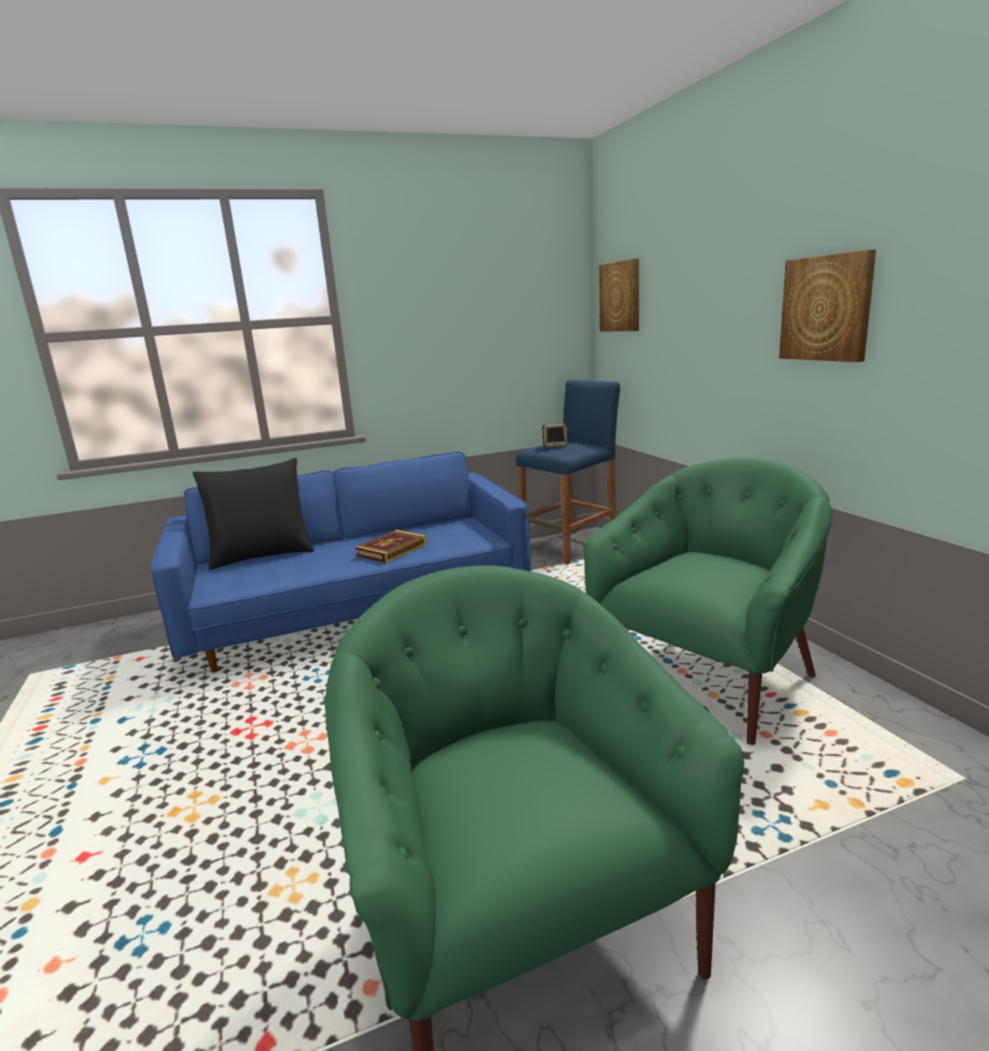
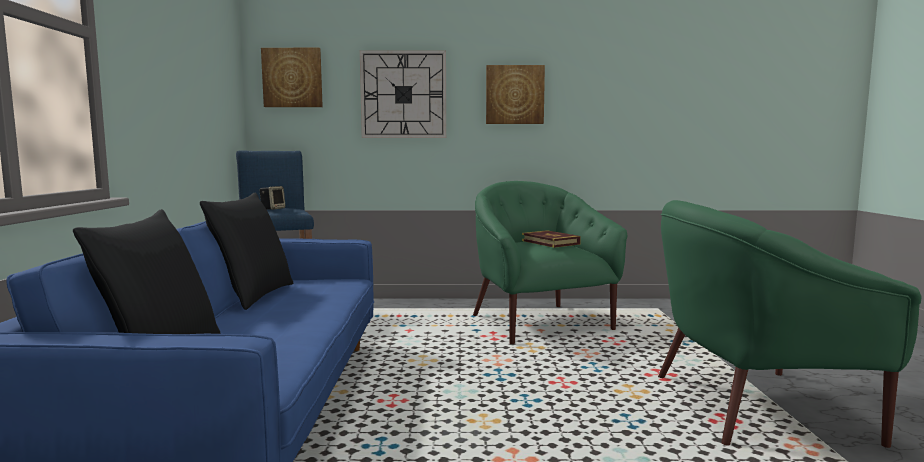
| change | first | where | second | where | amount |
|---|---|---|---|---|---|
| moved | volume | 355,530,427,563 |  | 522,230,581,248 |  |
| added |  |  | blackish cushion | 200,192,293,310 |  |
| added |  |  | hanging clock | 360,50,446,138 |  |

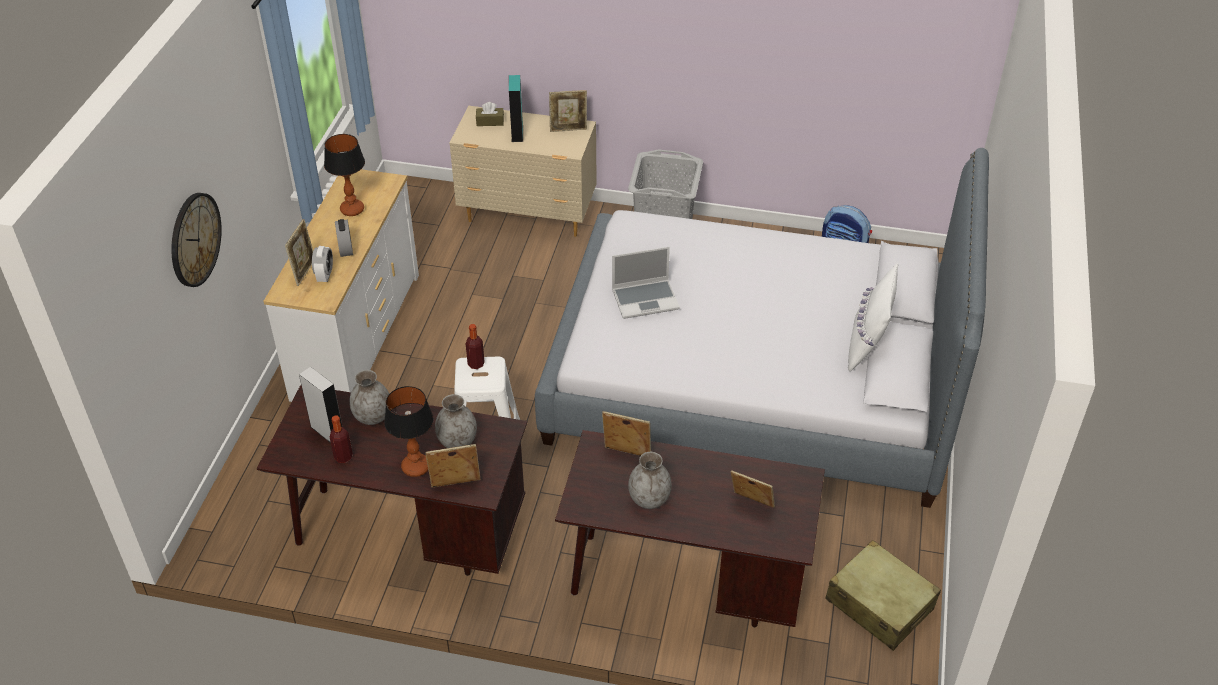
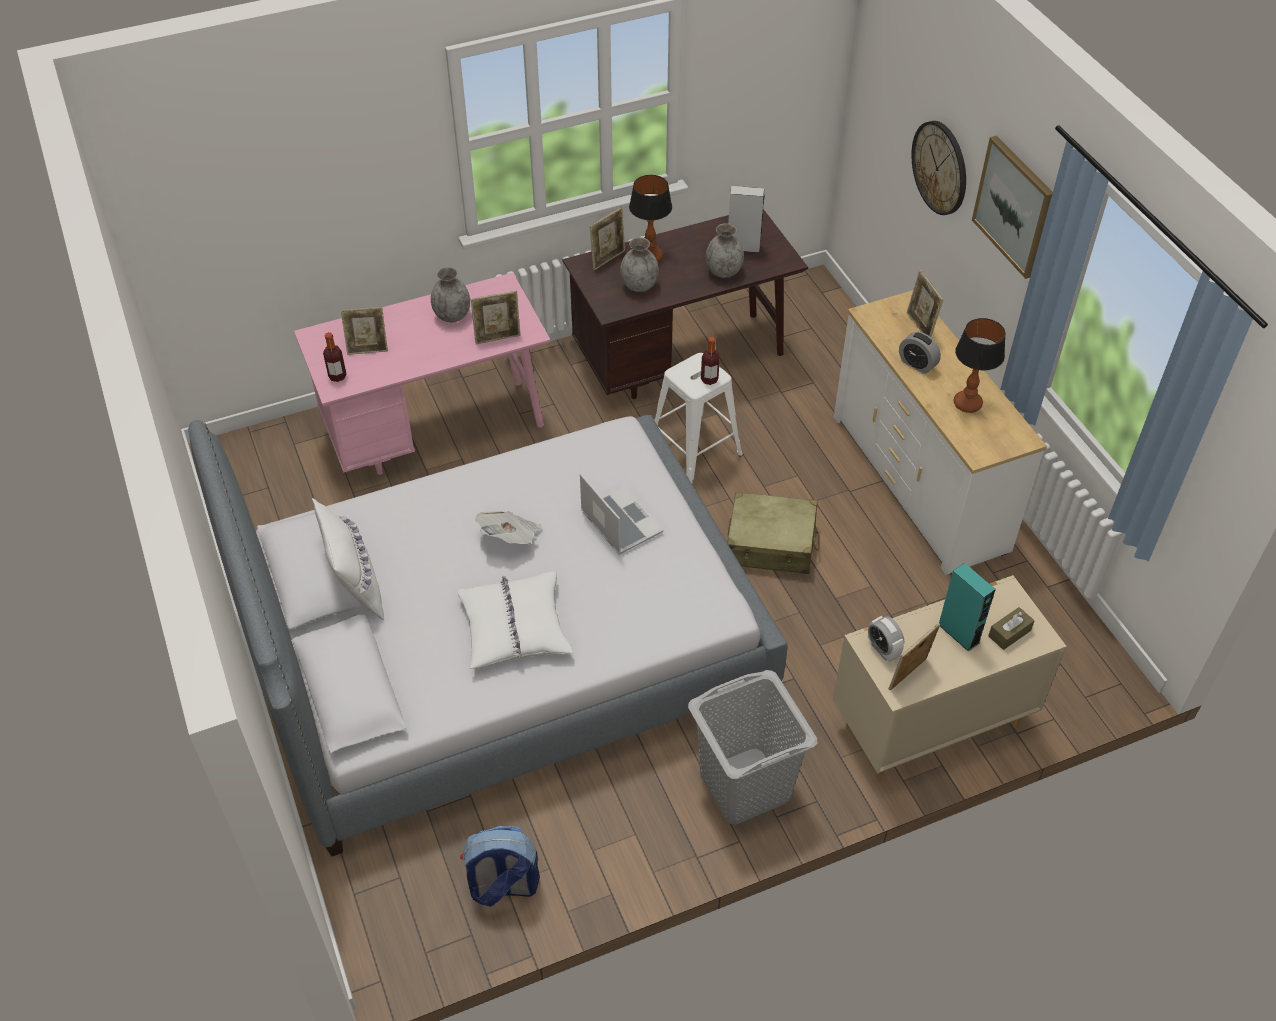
| change | first | where | second | where | amount |
|---|---|---|---|---|---|
| moved | table clock | 312,246,333,282 |  | 868,616,904,662 |  |
| moved | bottle | 330,415,353,463 |  | 323,332,347,382 |  |
| recoloured | brown desk table | 555,430,825,627 | pink-coloured desk table | 294,273,551,475 |  |
| turned | laptop | 612,247,680,319 |  | 580,473,663,555 | 105 degrees clockwise |
| moved | beige-coloured suitcase | 825,540,941,651 |  | 727,492,819,574 |  |
| added |  |  | white cushion | 457,572,573,669 |  |
| added |  |  | daily paper | 475,511,542,544 |  |
| added |  |  | wall art | 972,136,1053,279 |  |

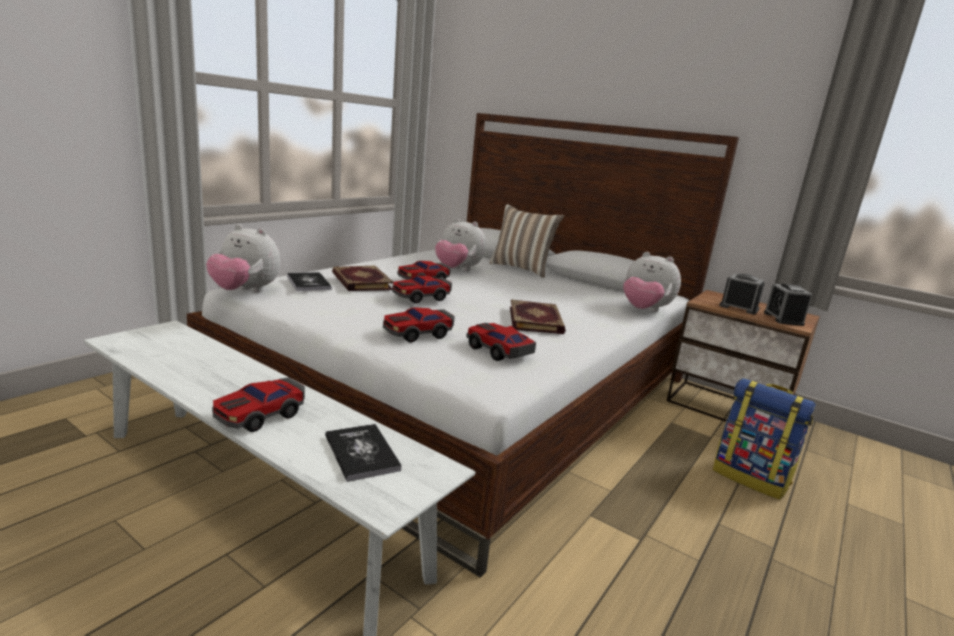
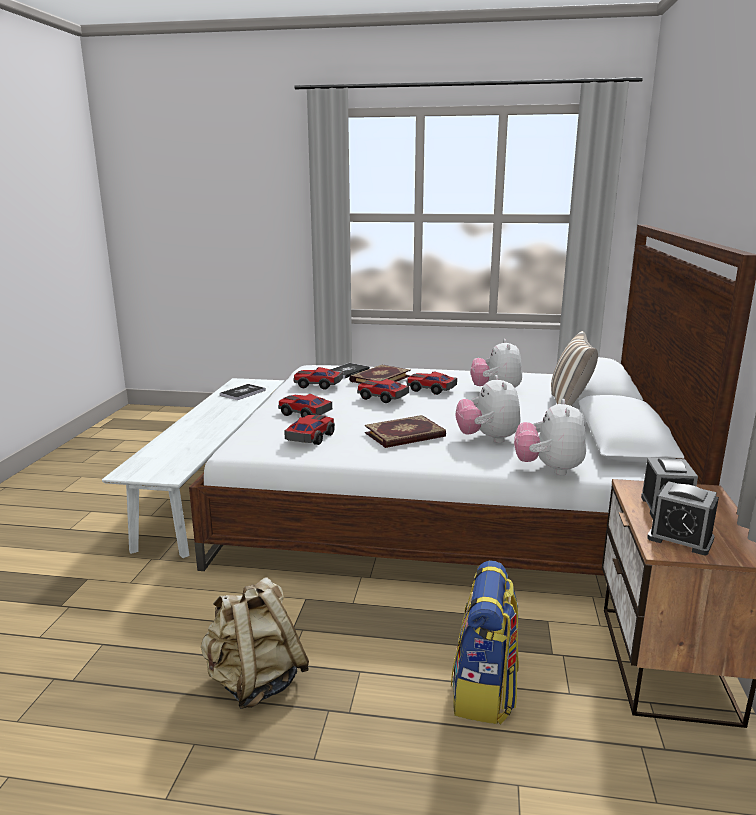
| change | first | where | second | where | amount |
|---|---|---|---|---|---|
| moved | soft toy | 206,224,280,292 |  | 455,375,520,443 |  |
| moved | toy car | 212,377,305,432 |  | 293,367,343,390 |  |
| moved | volume | 325,424,402,482 |  | 220,384,266,400 |  |
| turned | table clock | 764,284,813,326 |  | 647,481,719,555 | 120 degrees counterclockwise |
| added |  |  | beige-coloured knapsack | 201,577,309,709 |  |

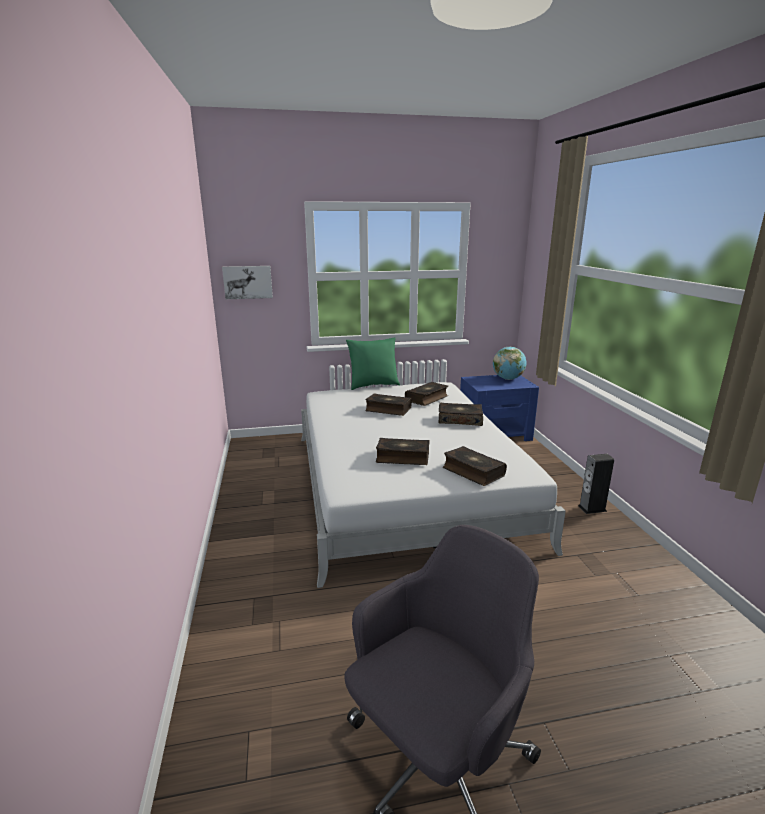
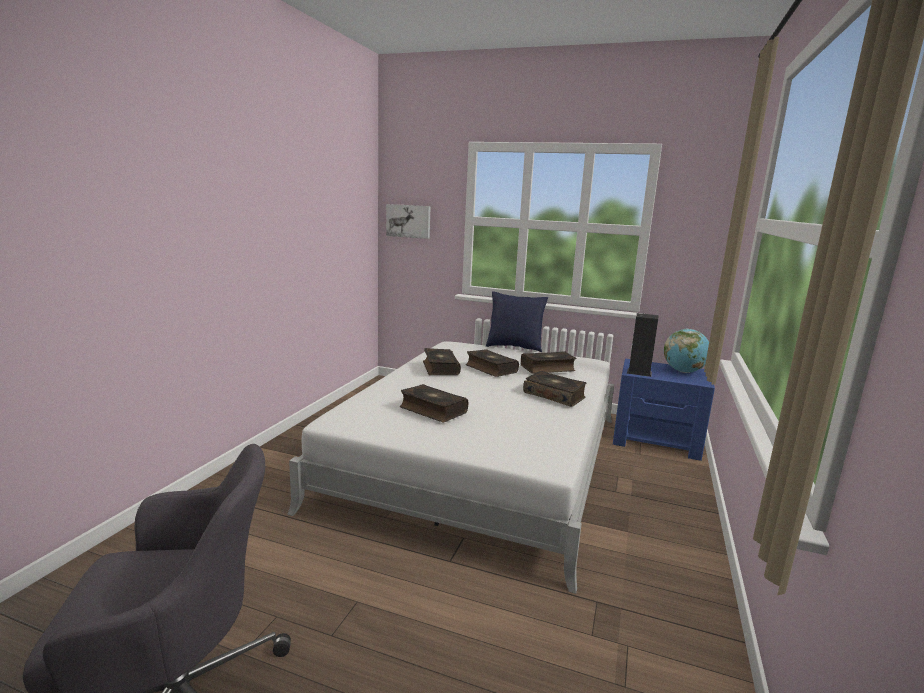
| change | first | where | second | where | amount |
|---|---|---|---|---|---|
| recoloured | green-coloured cushion | 346,338,400,390 | blue cushion | 486,291,548,353 |  |
| moved | volume | 443,446,507,486 |  | 423,348,461,375 |  |
| moved | audio speaker | 578,454,614,514 |  | 627,313,659,377 |  |

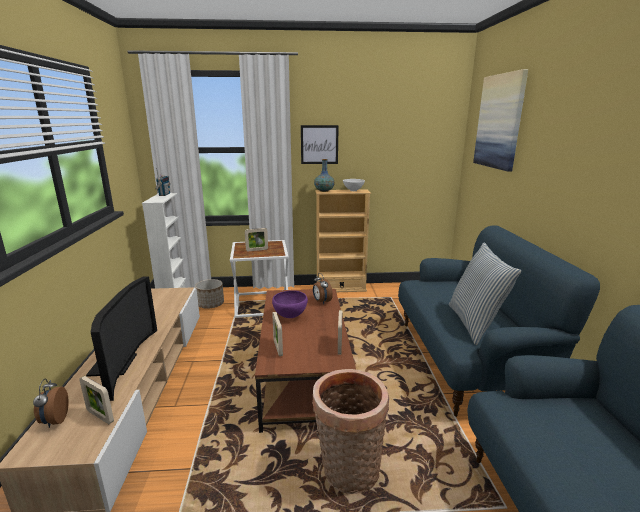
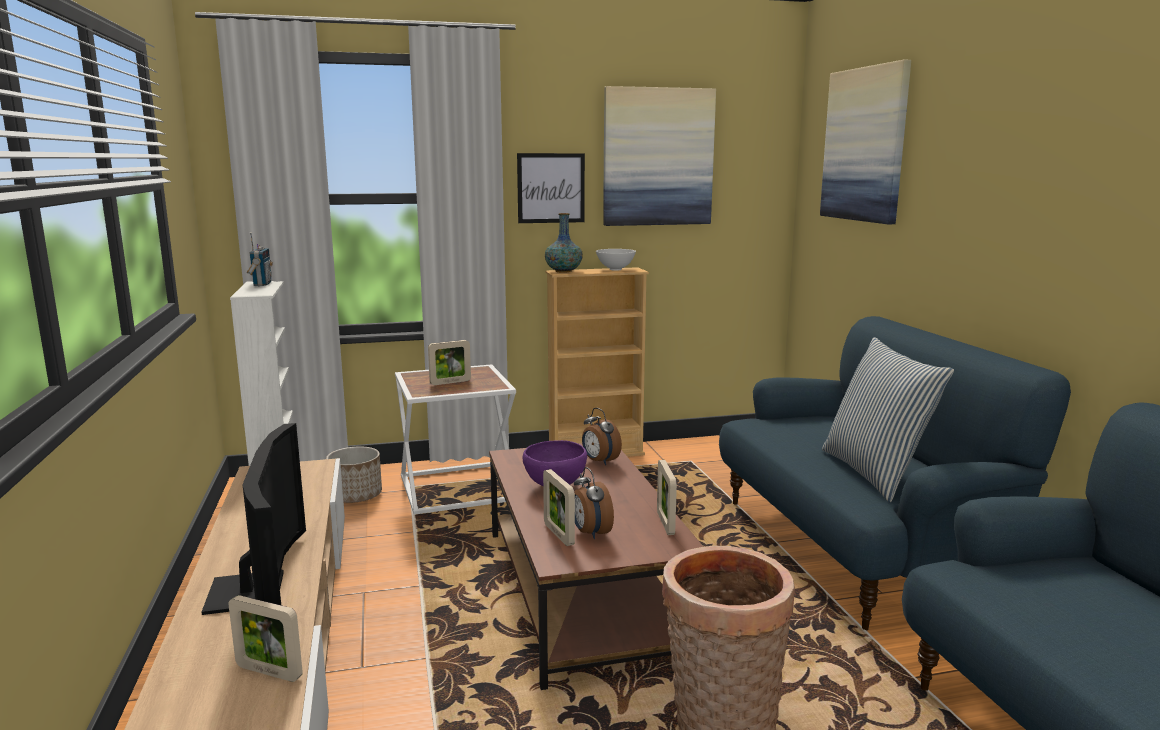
| change | first | where | second | where | amount |
|---|---|---|---|---|---|
| moved | table clock | 33,379,69,428 |  | 574,467,614,539 |  |
| added |  |  | wall art | 603,86,716,226 |  |

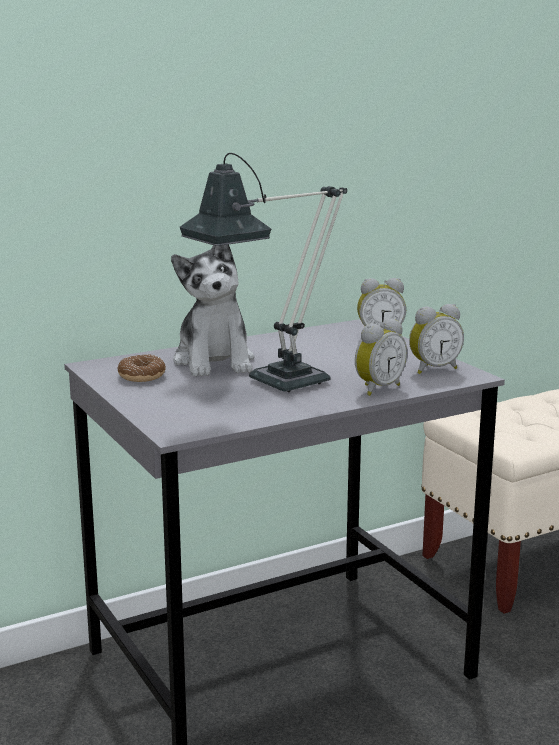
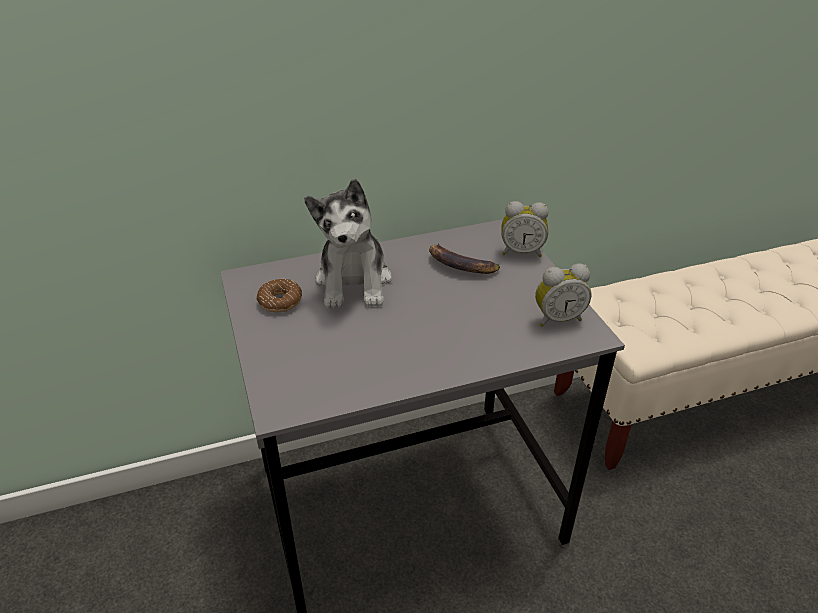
| change | first | where | second | where | amount |
|---|---|---|---|---|---|
| removed | tabletop lamp | 180,153,347,392 |  |  |  |
| removed | table clock | 355,318,407,396 |  |  |  |
| added |  |  | banana | 429,243,500,274 |  |

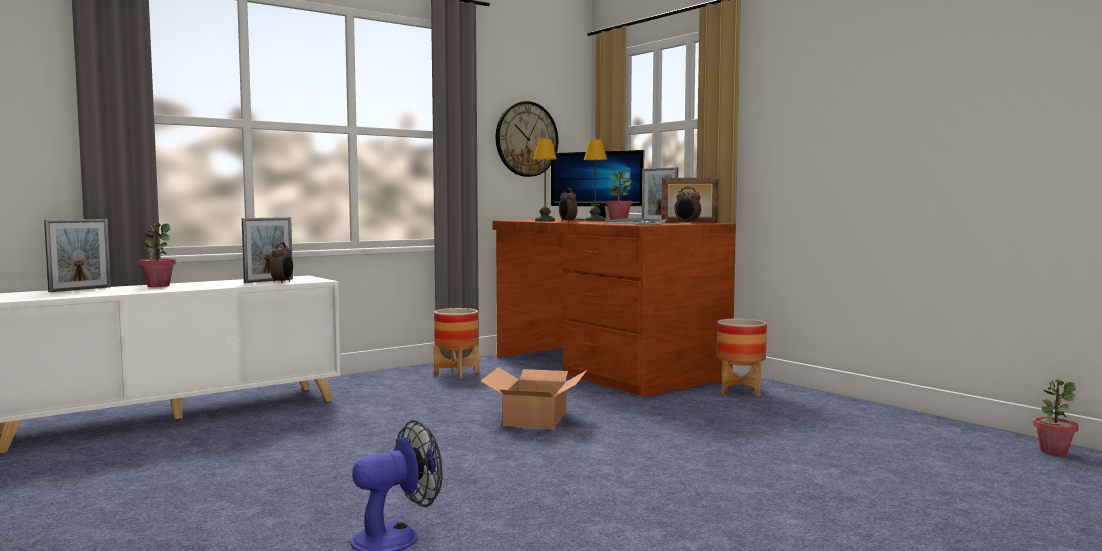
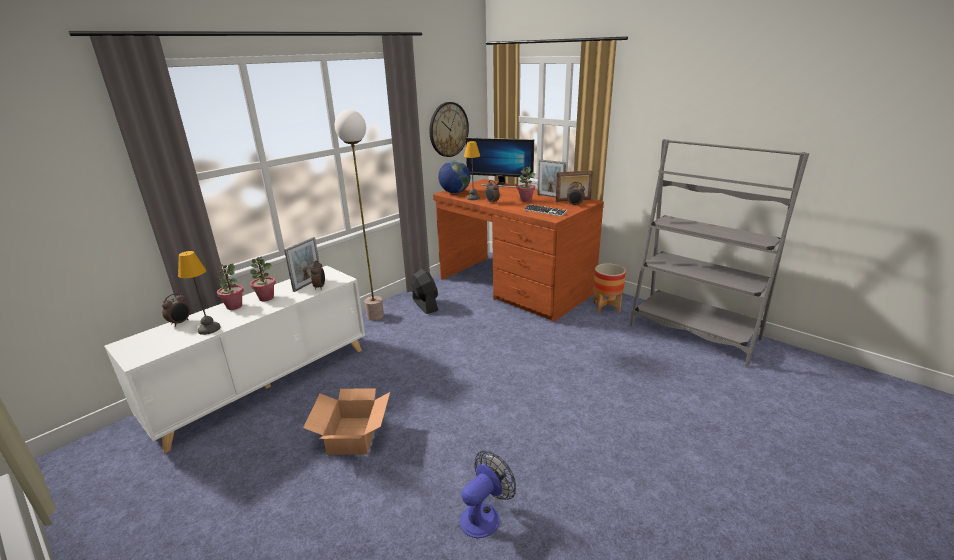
| change | first | where | second | where | amount |
|---|---|---|---|---|---|
| replaced | picture frame | 44,219,111,292 | table clock | 162,293,190,327 |  |
| replaced | flower pot | 434,308,479,379 | blackish fan | 411,269,438,314 |  |
| moved | cardboard box | 481,367,587,429 |  | 303,388,390,455 |  |
| moved | tabletop lamp | 584,139,607,221 |  | 178,251,221,335 |  |
| moved | plant in a pot | 1033,379,1078,456 |  | 250,257,276,301 |  |
| added |  |  | standing lamp | 335,109,384,321 |  |
| added |  |  | world globe | 438,161,470,193 |  |
| added |  |  | grey shelving unit | 630,139,809,366 |  |

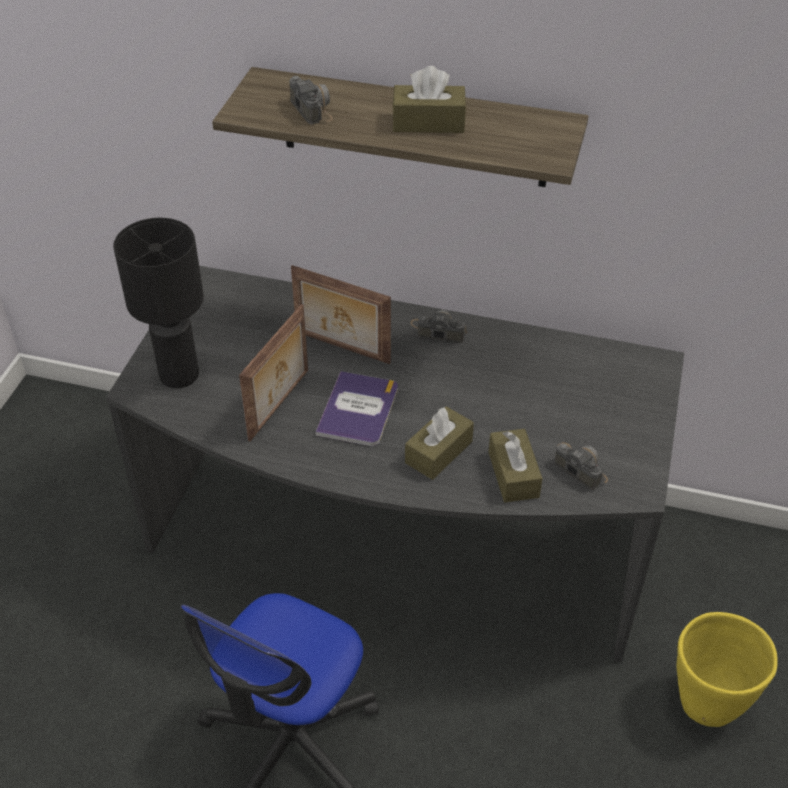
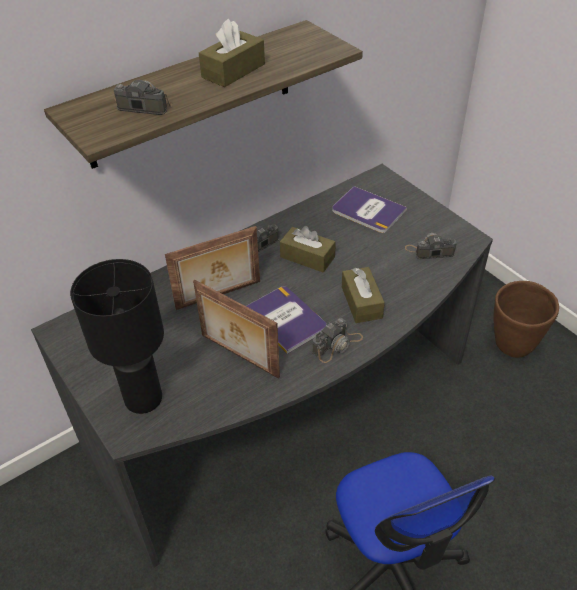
| change | first | where | second | where | amount |
|---|---|---|---|---|---|
| turned | picture frame | 239,304,308,442 |  | 193,280,280,379 | 150 degrees clockwise |
| moved | brown tissue box | 488,429,543,502 |  | 280,226,336,273 |  |
| recoloured | yellowish flower pot | 677,612,778,727 | brown flower pot | 493,281,559,358 |  |
| added |  |  | photo camera | 312,318,363,363 |  |
| added |  |  | volume | 332,186,407,233 |  |

